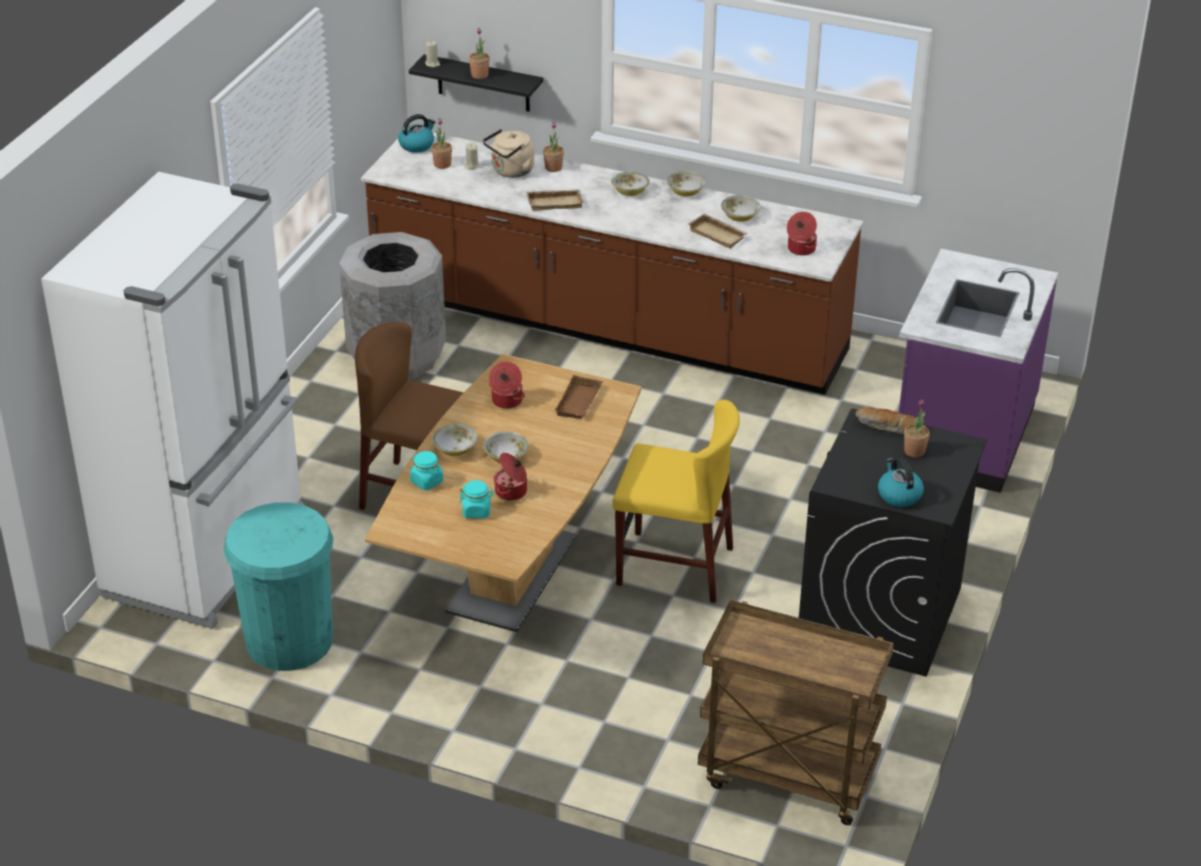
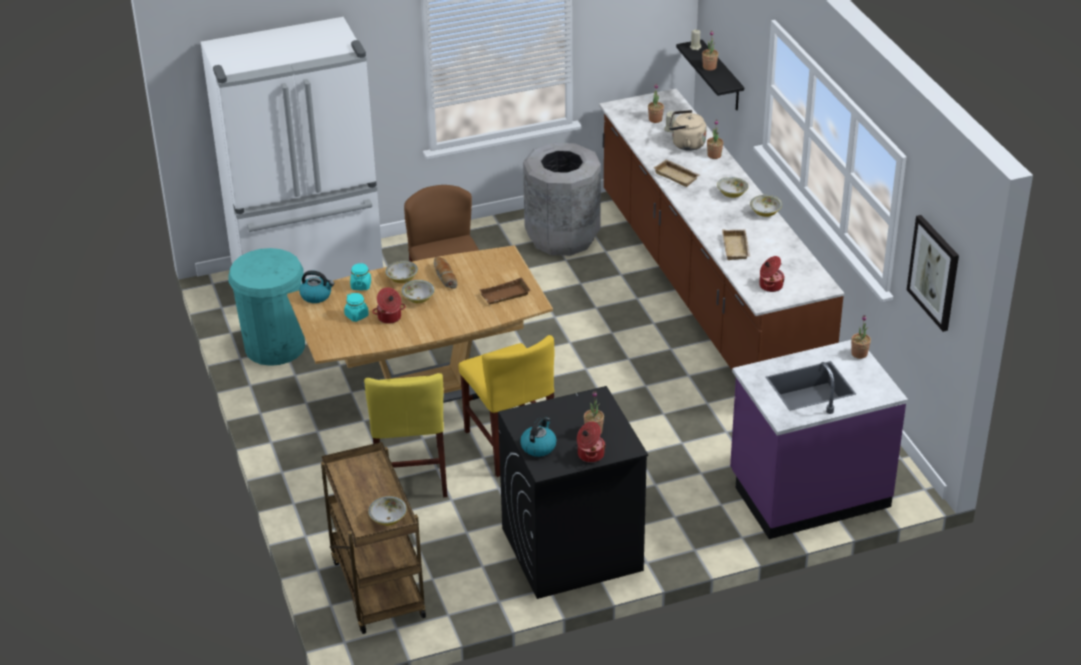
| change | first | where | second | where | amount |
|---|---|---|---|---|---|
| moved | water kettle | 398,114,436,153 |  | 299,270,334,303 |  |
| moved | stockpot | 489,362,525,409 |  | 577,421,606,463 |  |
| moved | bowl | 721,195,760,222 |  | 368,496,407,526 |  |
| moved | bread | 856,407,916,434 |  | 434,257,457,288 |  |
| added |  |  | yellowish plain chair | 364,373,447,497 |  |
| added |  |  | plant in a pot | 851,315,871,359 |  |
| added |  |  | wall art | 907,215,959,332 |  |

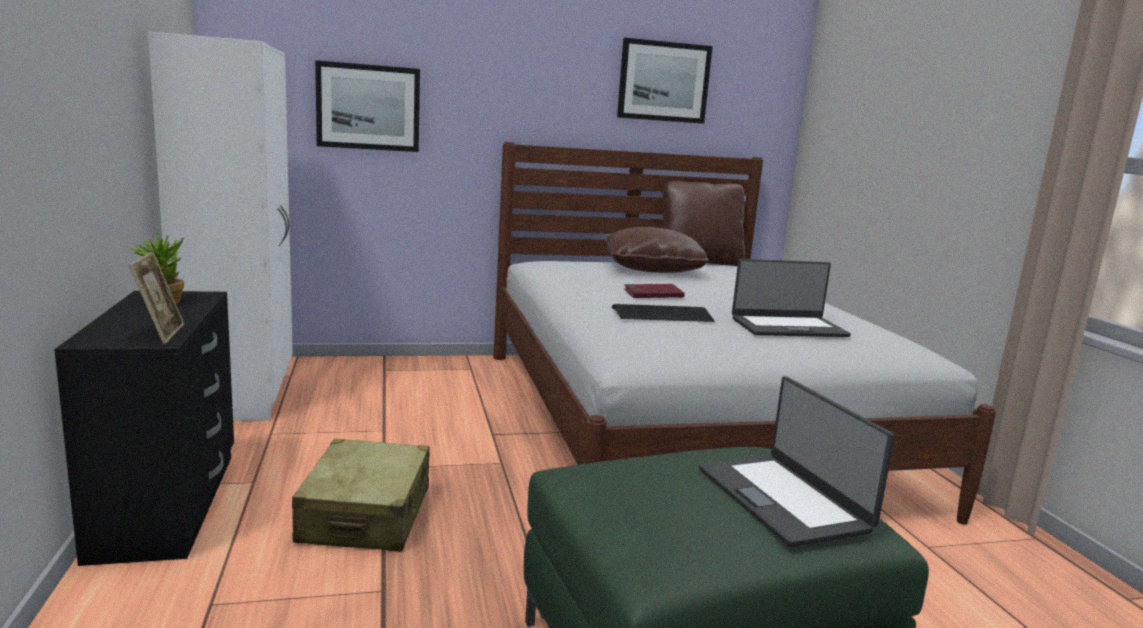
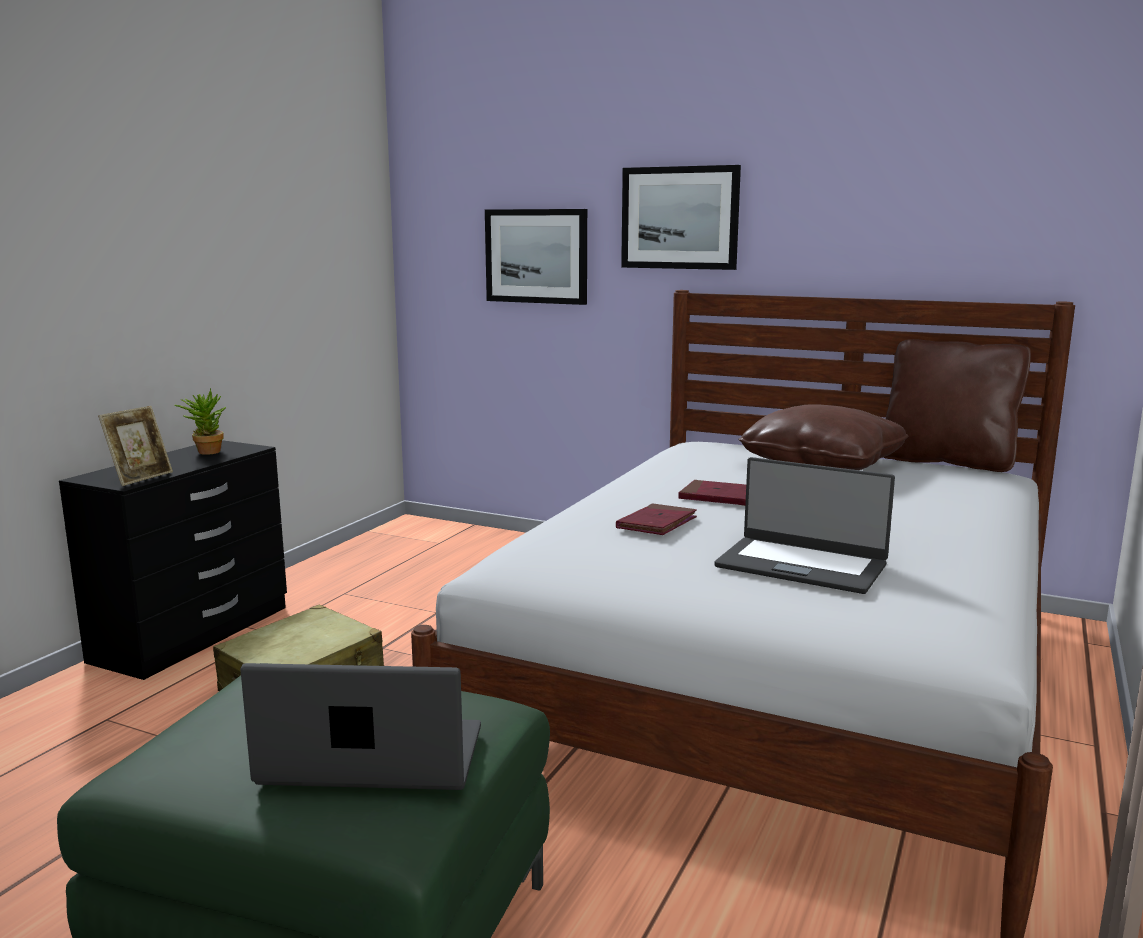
| change | first | where | second | where | amount |
|---|---|---|---|---|---|
| removed | white clothes cupboard | 148,32,293,421 |  |  |  |
| replaced | computer keyboard | 612,304,714,322 | red volume | 616,503,697,535 |  |
| moved | wall art | 617,38,713,124 |  | 621,165,741,270 |  |
| turned | laptop | 699,376,895,547 |  | 240,663,481,790 | 75 degrees clockwise |

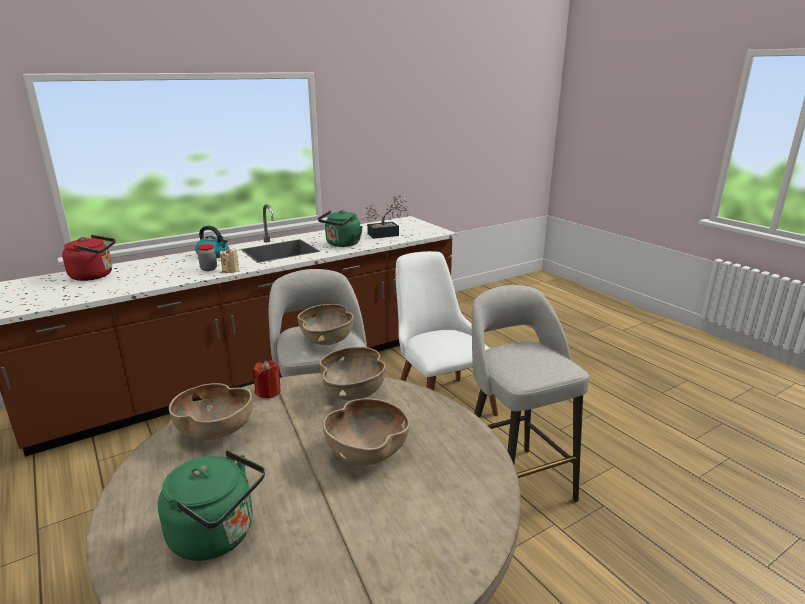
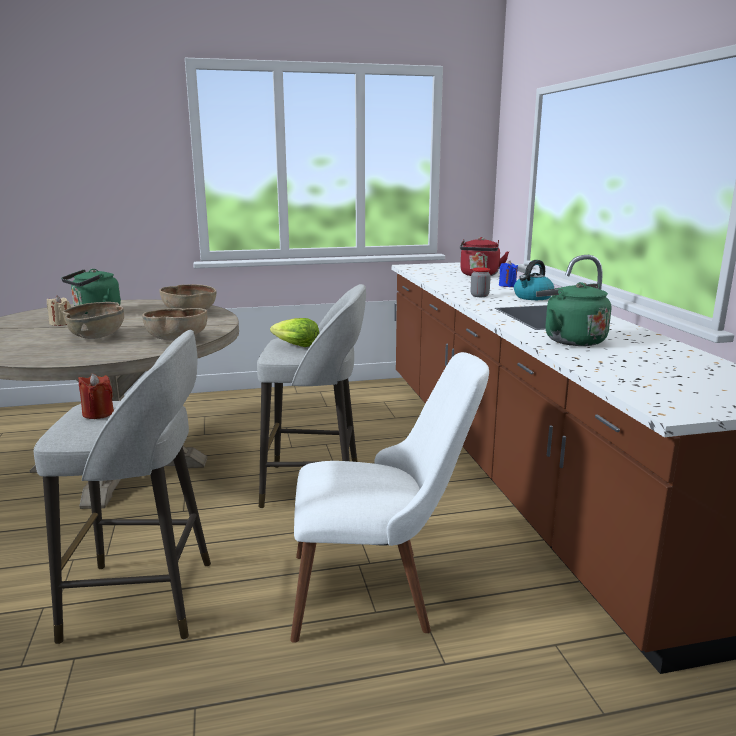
| change | first | where | second | where | amount |
|---|---|---|---|---|---|
| moved | beige-coloured wax light | 220,247,239,273 |  | 47,296,71,326 |  |
| moved | red wax light | 253,361,281,398 |  | 78,373,114,419 |  |
| replaced | brown bowl | 297,304,354,345 | head of lettuce | 270,318,319,347 |  |
| removed | plant in a pot | 362,195,409,239 |  |  |  |
| added |  |  | blue wax light | 499,260,518,287 |  |

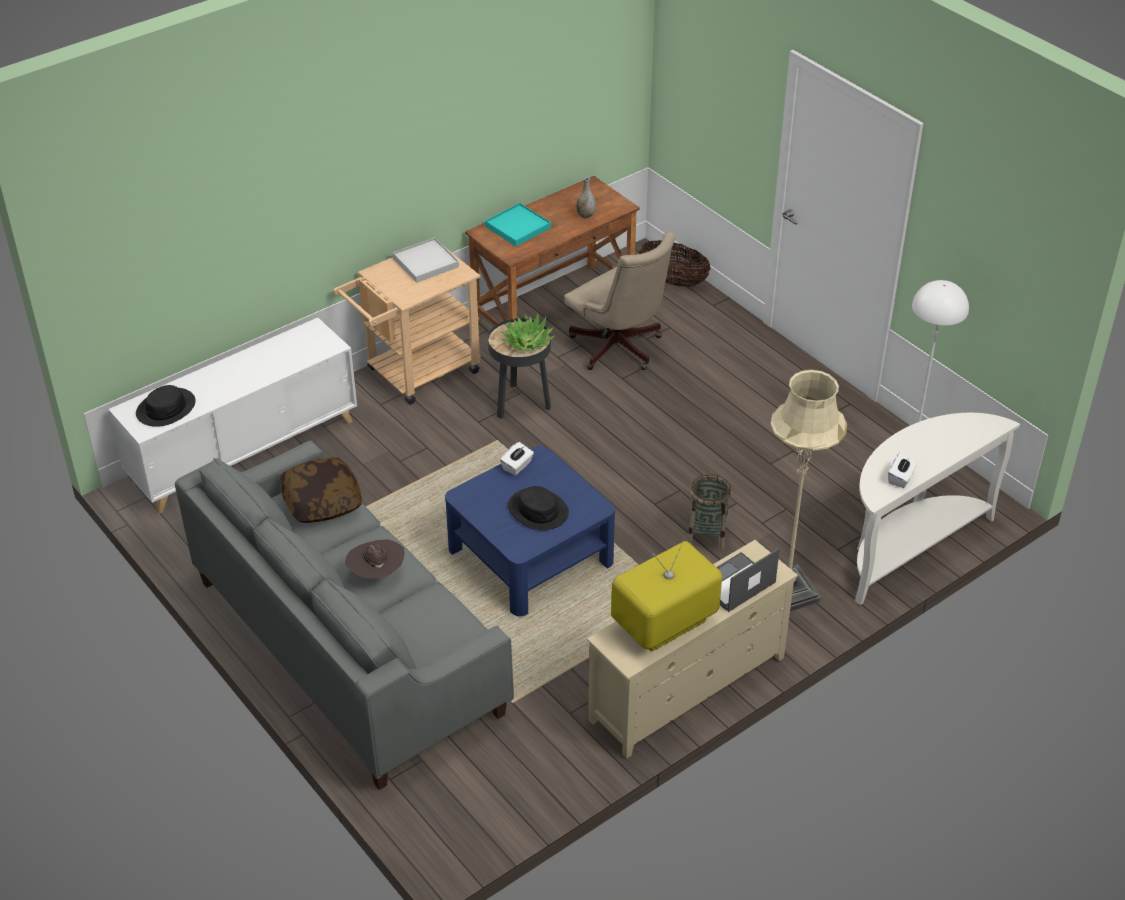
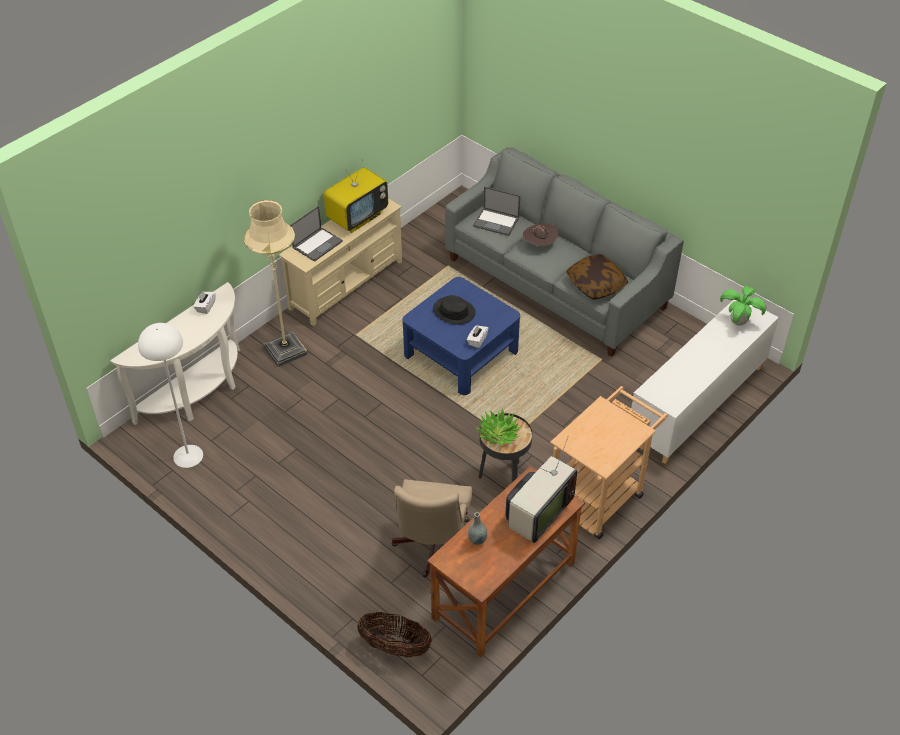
| change | first | where | second | where | amount |
|---|---|---|---|---|---|
| replaced | blackish clothing hat | 136,385,196,427 | plant in a pot | 720,286,766,326 |  |
| removed | white tray | 393,237,459,283 |  |  |  |
| replaced | turquoise-coloured tray | 485,203,551,246 | TV | 505,436,577,543 |  |
| turned | beige-coloured desk chair | 564,231,675,370 |  | 392,479,472,577 | 120 degrees counterclockwise |
| removed | household basket | 687,474,731,550 |  |  |  |
| added |  |  | laptop | 473,187,520,236 |  |

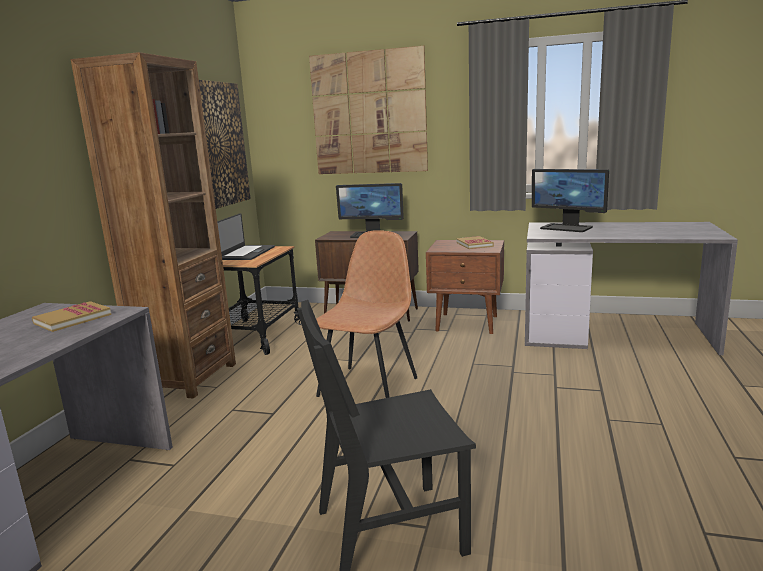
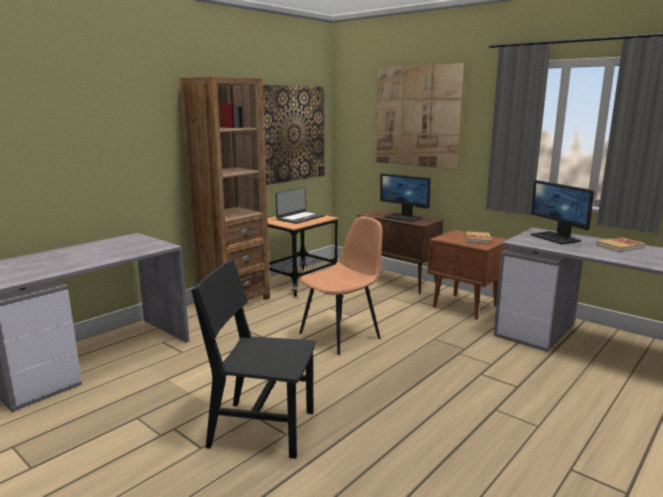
| change | first | where | second | where | amount |
|---|---|---|---|---|---|
| moved | volume | 32,301,111,332 |  | 596,237,645,252 |  |

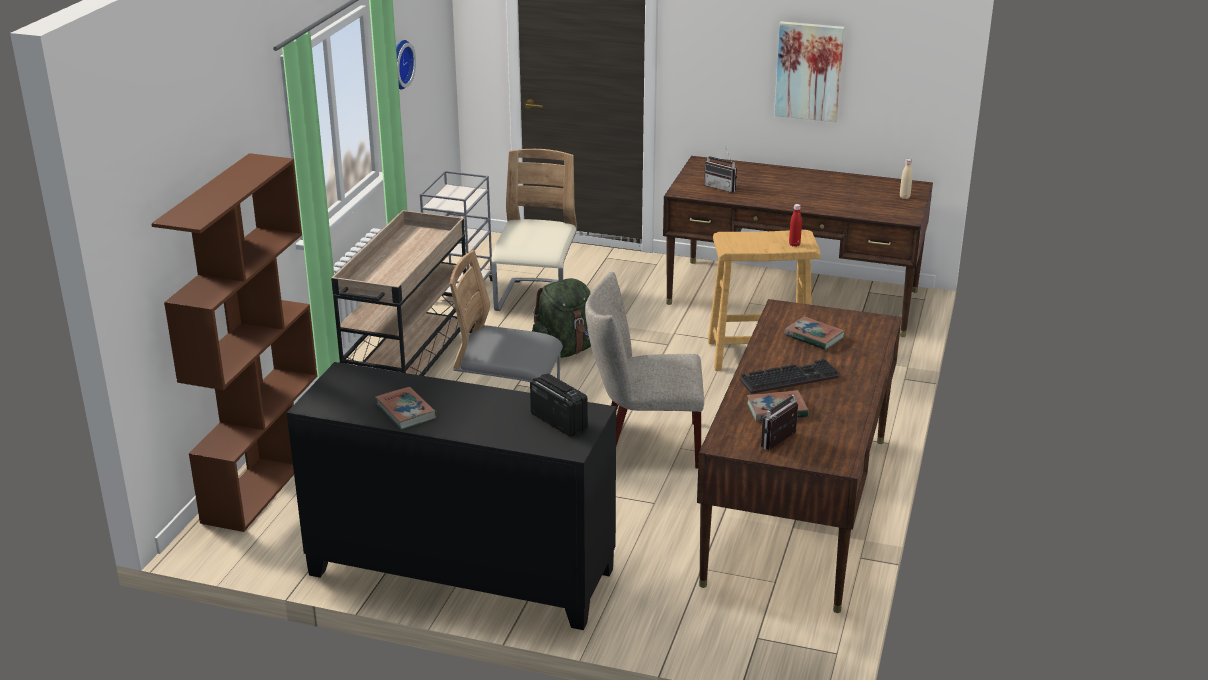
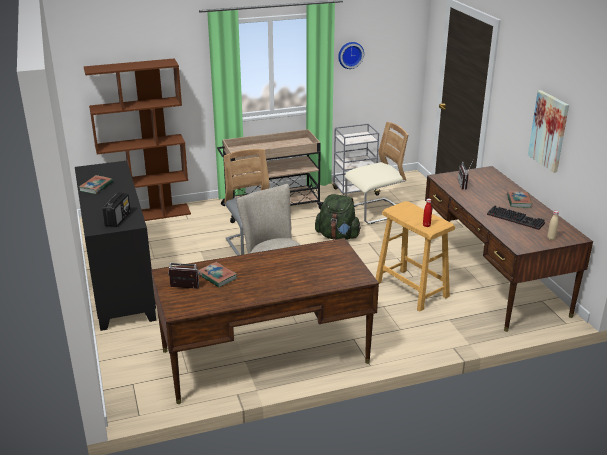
| change | first | where | second | where | amount |
|---|---|---|---|---|---|
| moved | computer keyboard | 739,359,839,394 |  | 487,206,545,230 |  |
| moved | volume | 784,316,845,350 |  | 507,191,532,208 |  |

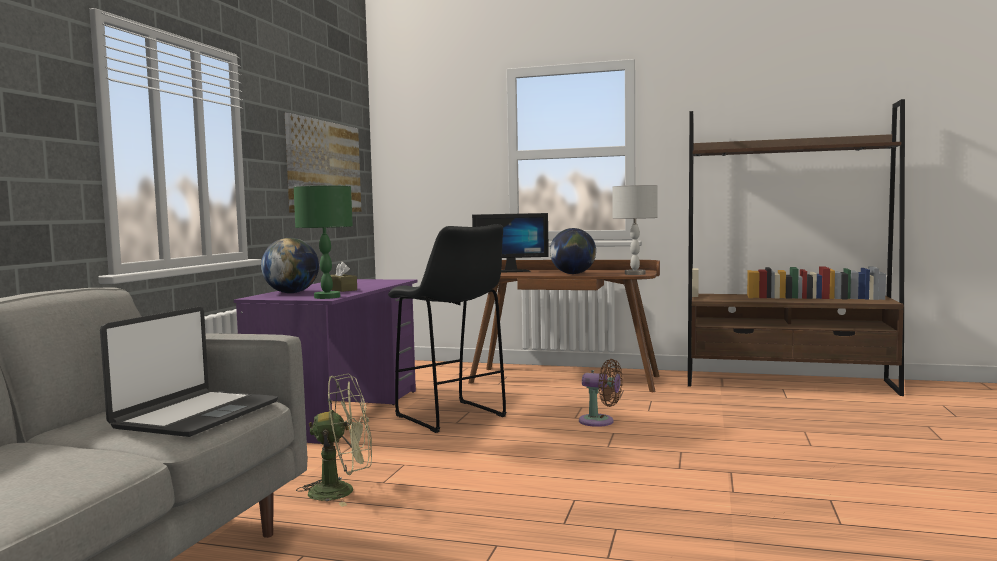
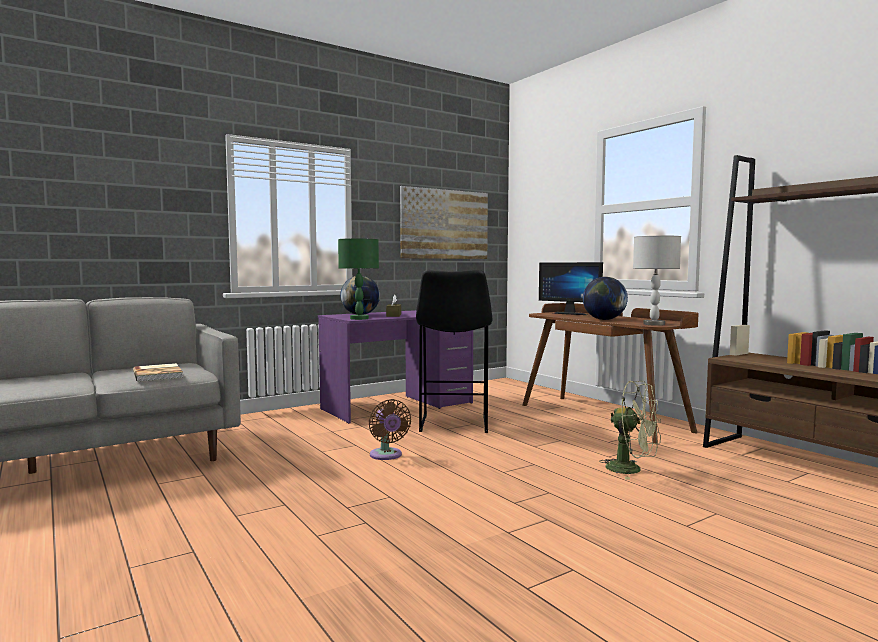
| change | first | where | second | where | amount |
|---|---|---|---|---|---|
| replaced | laptop | 100,307,278,437 | volume | 133,363,183,382 |  |
| moved | green-coloured fan | 296,374,372,507 |  | 599,381,661,480 |  |
| moved | brown fan | 579,359,622,427 |  | 368,399,411,460 |  |

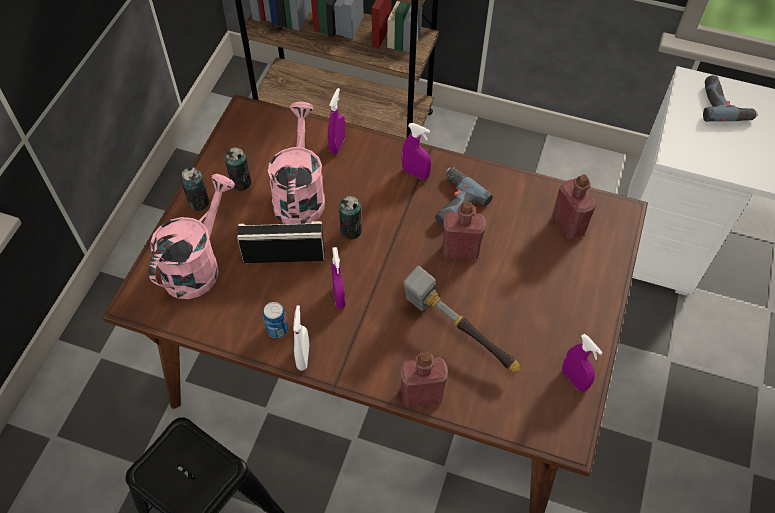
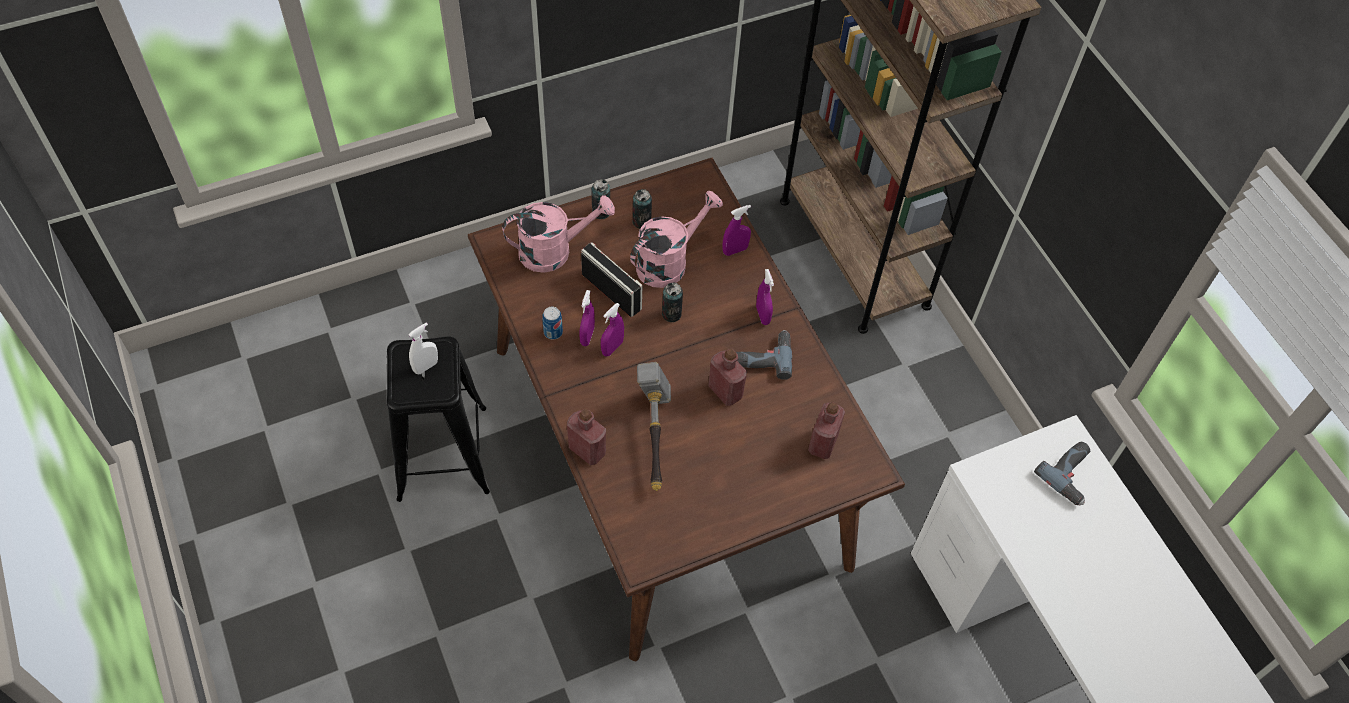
| change | first | where | second | where | amount |
|---|---|---|---|---|---|
| moved | white sprayer | 293,305,309,371 |  | 408,322,438,374 |  |
| moved | purple-coloured sprayer | 562,334,603,392 |  | 580,290,595,346 |  |

